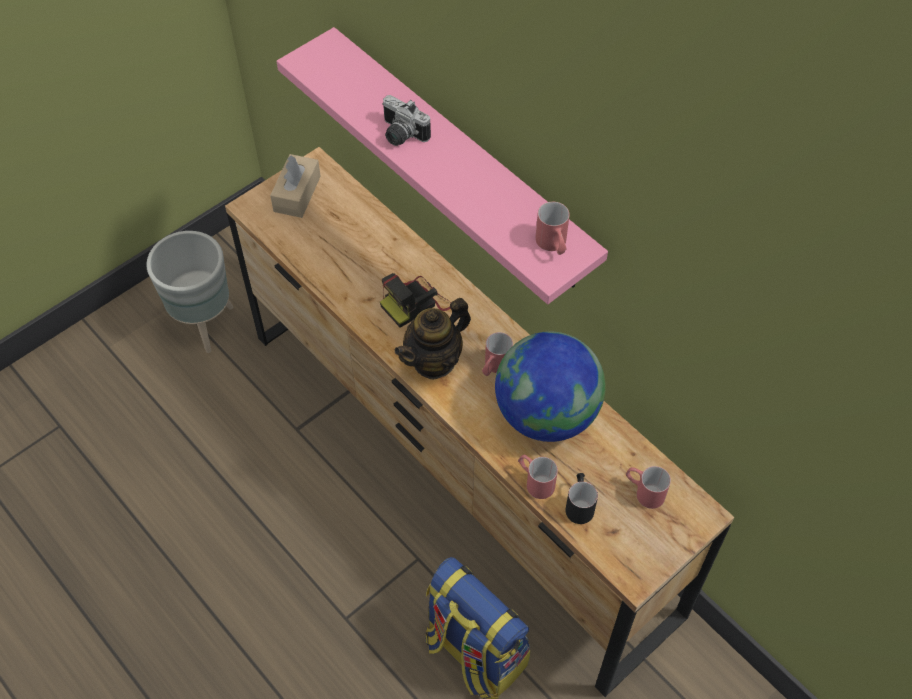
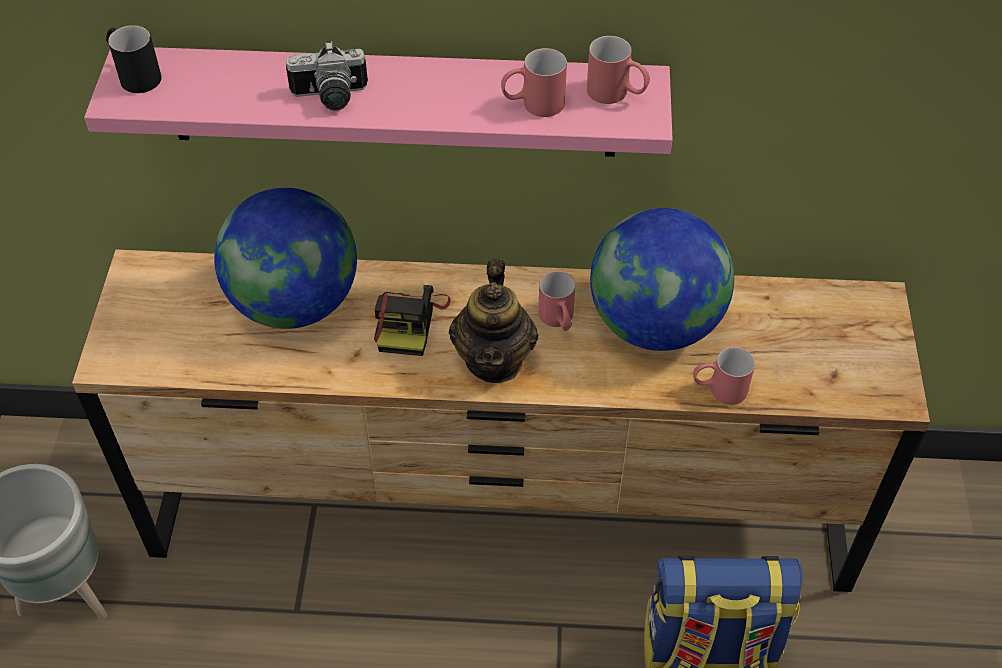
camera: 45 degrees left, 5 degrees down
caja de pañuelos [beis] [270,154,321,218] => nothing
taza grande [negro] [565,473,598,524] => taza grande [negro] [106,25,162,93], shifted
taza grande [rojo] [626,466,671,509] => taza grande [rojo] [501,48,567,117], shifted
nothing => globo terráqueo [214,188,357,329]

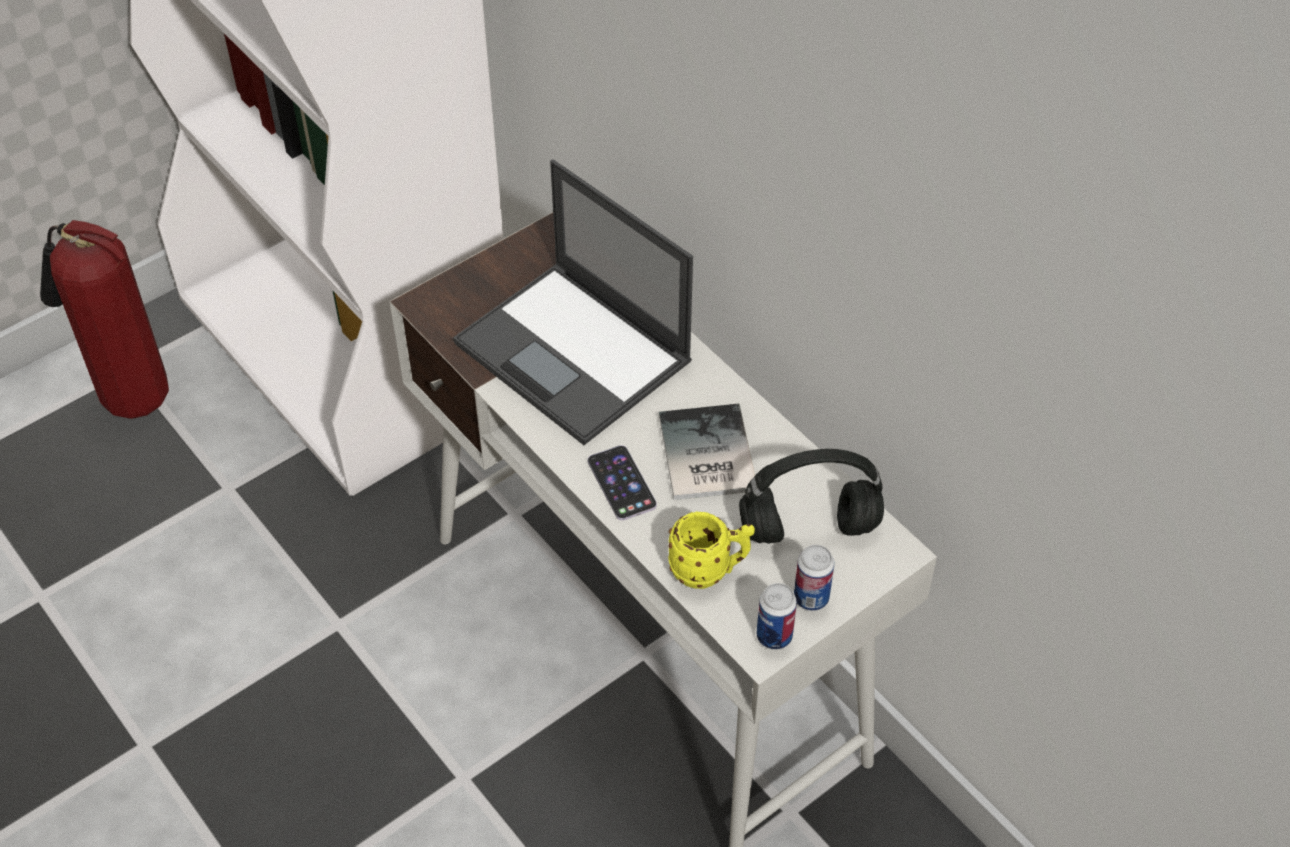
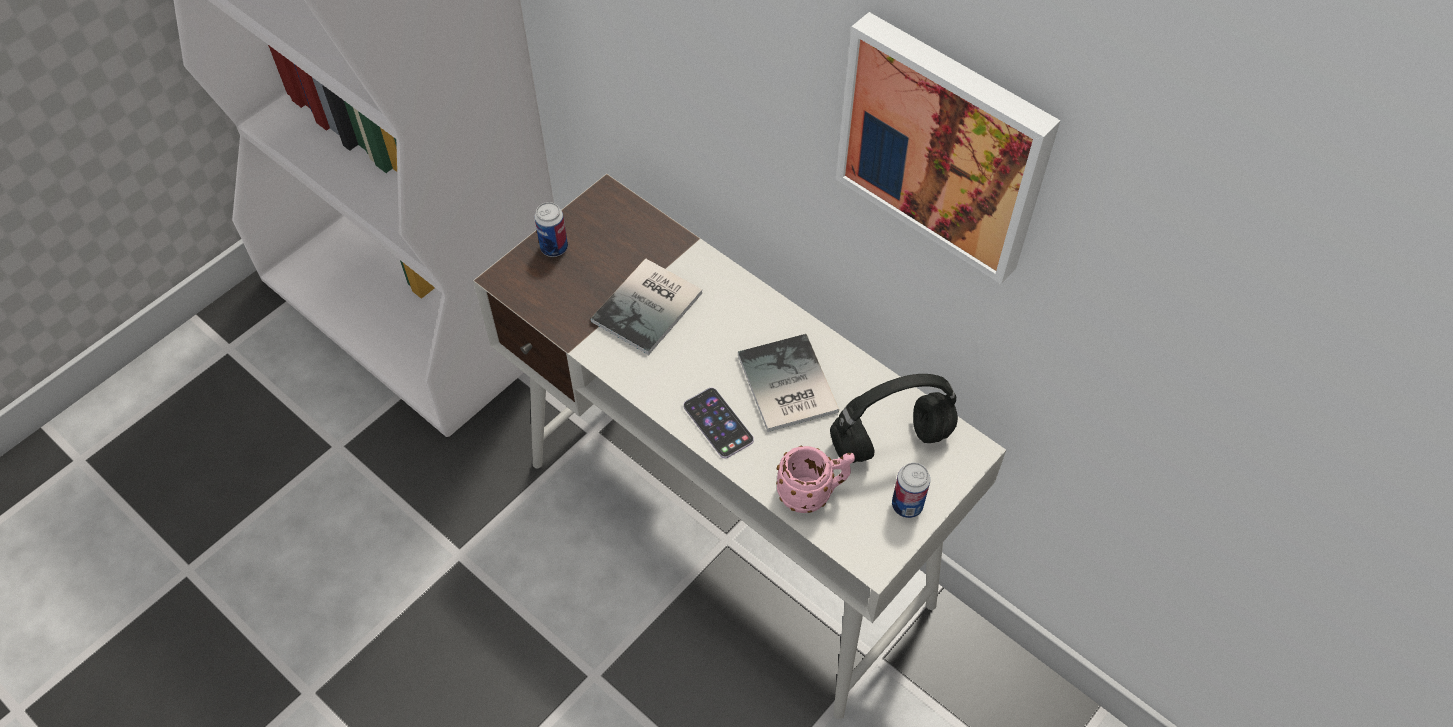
camera: 10 degrees left, 5 degrees up
extintor [40,220,169,419] => nothing
portátil [453,160,693,445] => libro [590,258,702,355]
taza grande [amarillo] [668,512,755,589] => taza grande [rosa] [776,446,855,513]
lata [756,583,797,650] => lata [534,202,568,257], shifted
nothing => cuadro [836,12,1061,284]

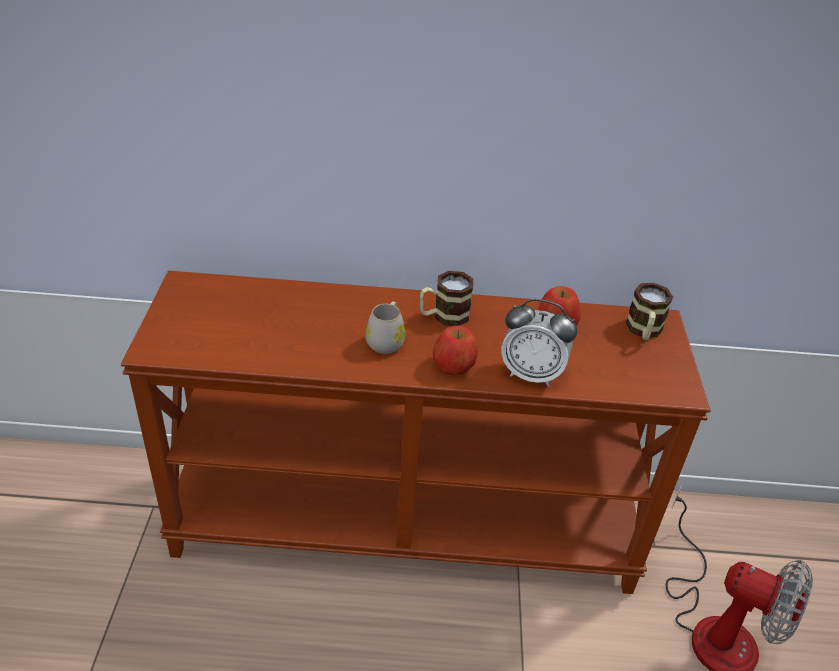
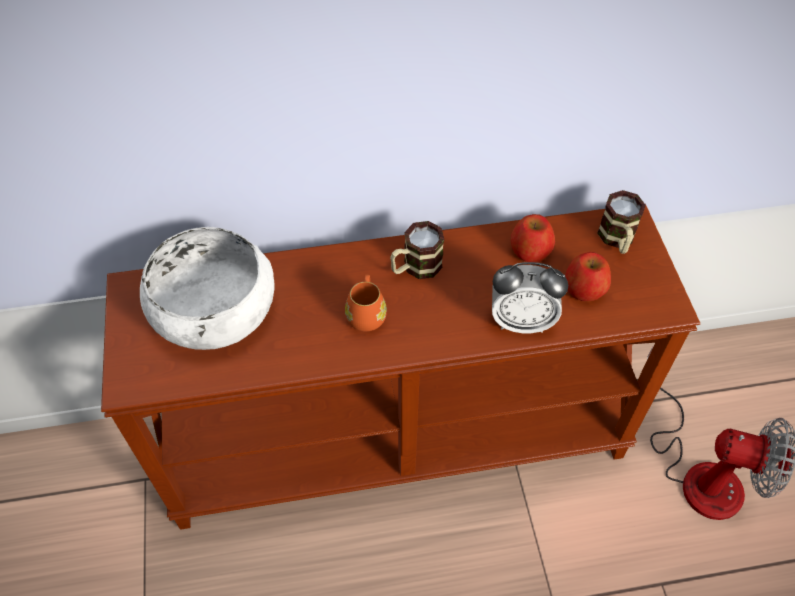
camera: 10 degrees left, 15 degrees up
taza grande [blanco] [365,301,405,354] => taza grande [naranja] [345,274,387,331]
manzana [433,326,478,376] => manzana [565,252,611,301], shifted
nothing => cuenco [blanco] [140,227,274,350]

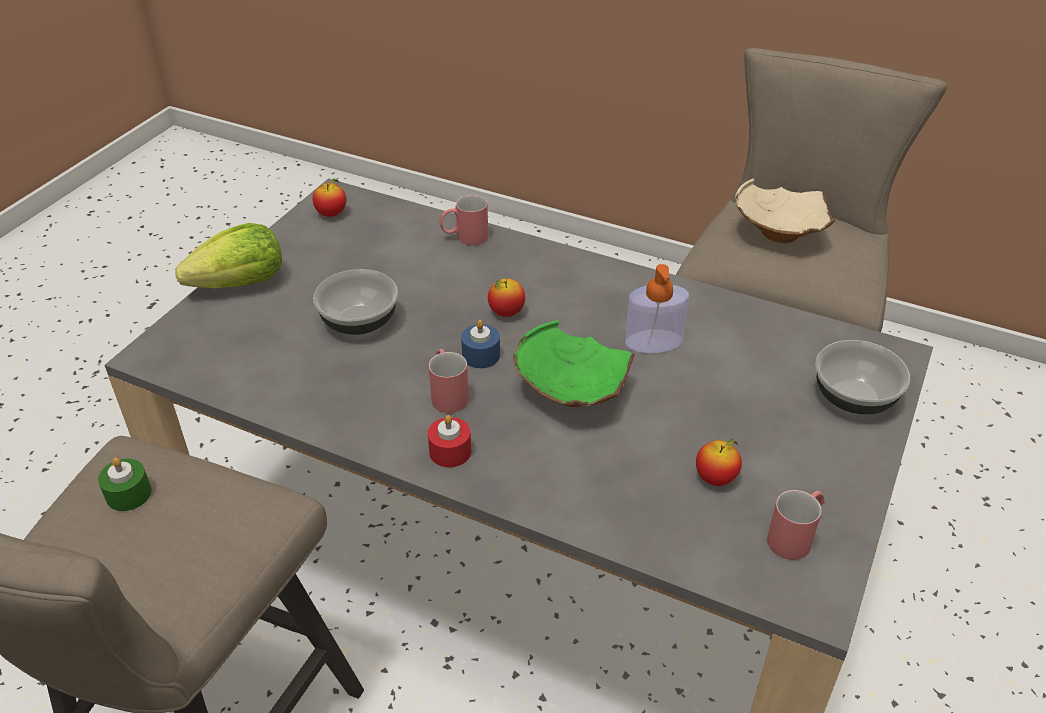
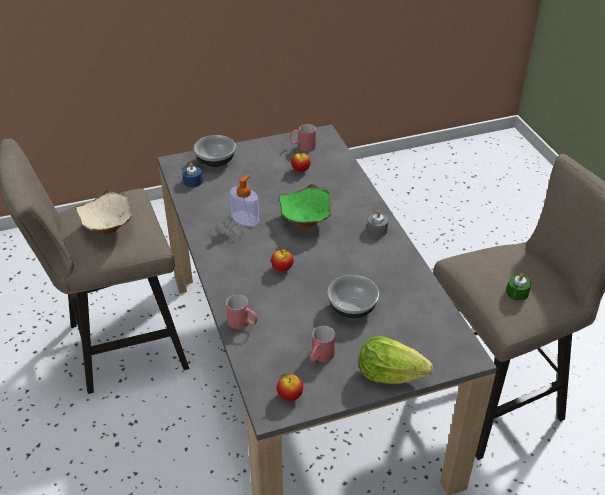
camera: 135 degrees left, 0 degrees up
vela [rojo] [428,415,471,467] => vela [gris] [367,211,388,237]
taza grande [rojo] [429,349,469,413] => taza grande [rojo] [310,326,335,363], shifted
vela [azul] [461,320,500,368] => vela [azul] [182,163,202,188], shifted

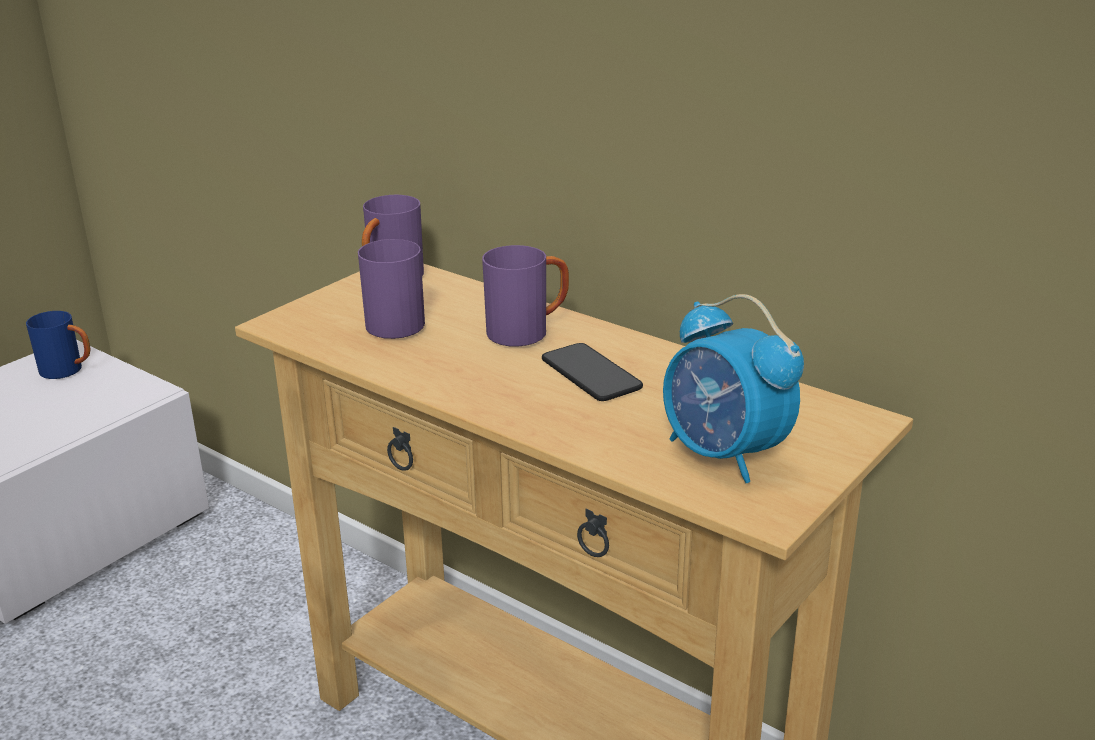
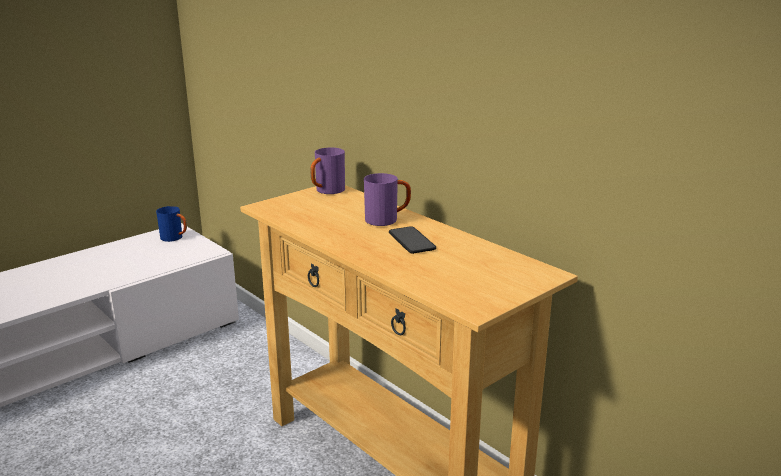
camera: 10 degrees right, 5 degrees down
taza grande [morado] [358,239,425,339] => nothing
despertador [663,294,804,483] => nothing

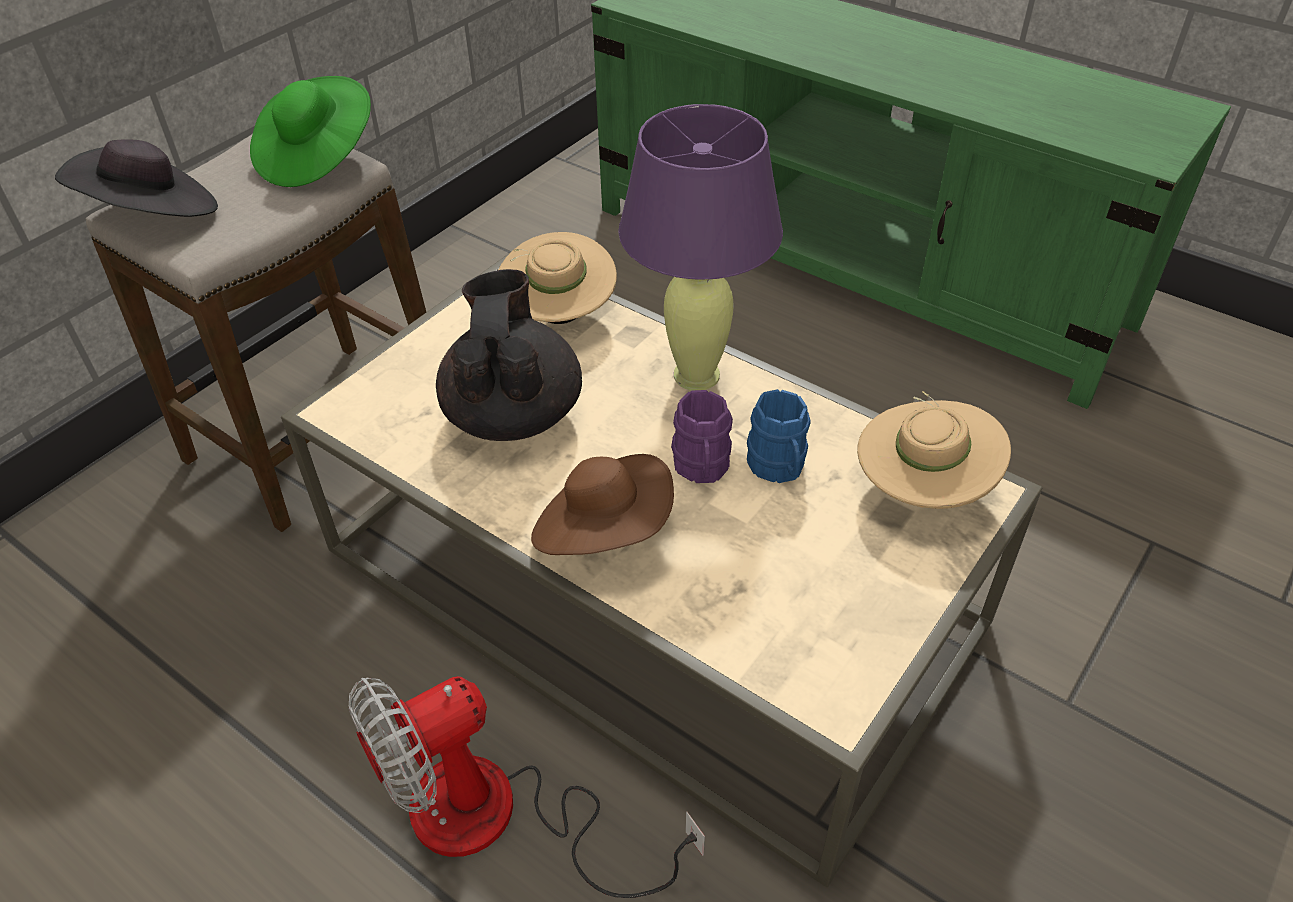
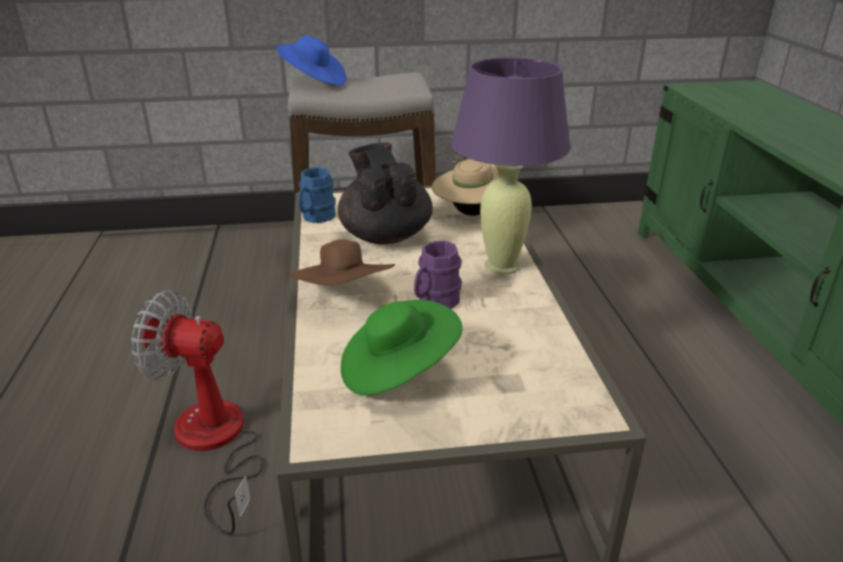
camera: 45 degrees right, 15 degrees down
sombrero [negro] [55,139,218,217] => sombrero [azul] [276,36,346,86]
sombrero [verde] [250,76,371,187] => sombrero [verde] [341,300,463,395], shifted
tetera [negro] [436,269,582,441] => tetera [negro] [338,143,433,244], 60 degrees counterclockwise
taza grande [azul] [747,389,811,483] => taza grande [azul] [298,167,336,223], shifted
sombrero [beis] [857,391,1011,509] => nothing

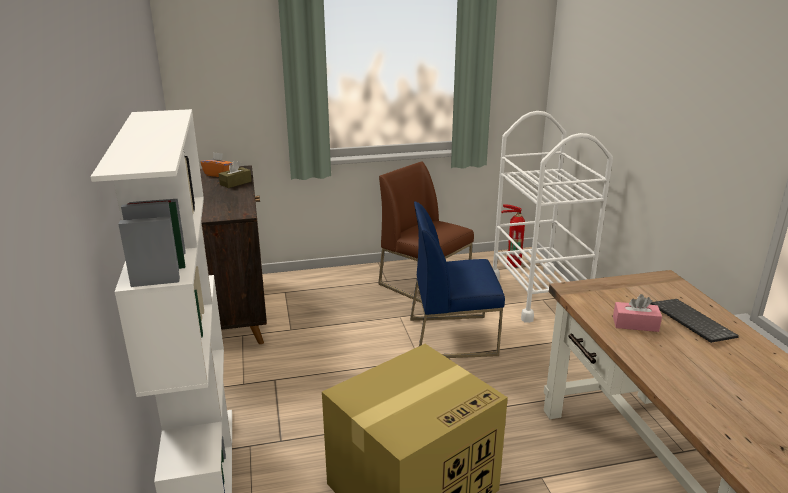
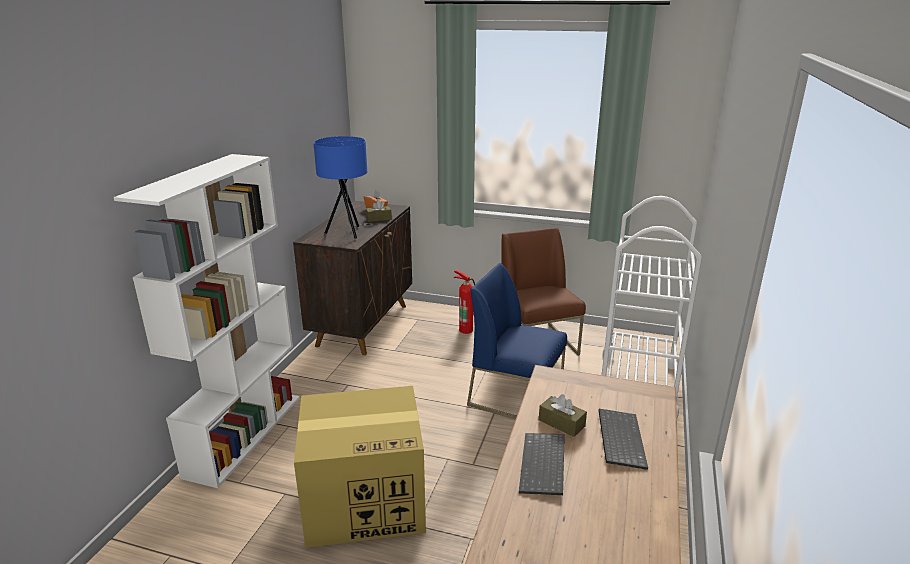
camera: 30 degrees right, 0 degrees up
extintor [501,204,525,267] => extintor [454,270,475,334], shifted
caja de pañuelos [rosa] [613,294,662,332] => caja de pañuelos [marrón] [539,394,587,437]
nothing => lámpara de mesa [azul] [313,136,373,239]
nothing => teclado [519,433,565,495]

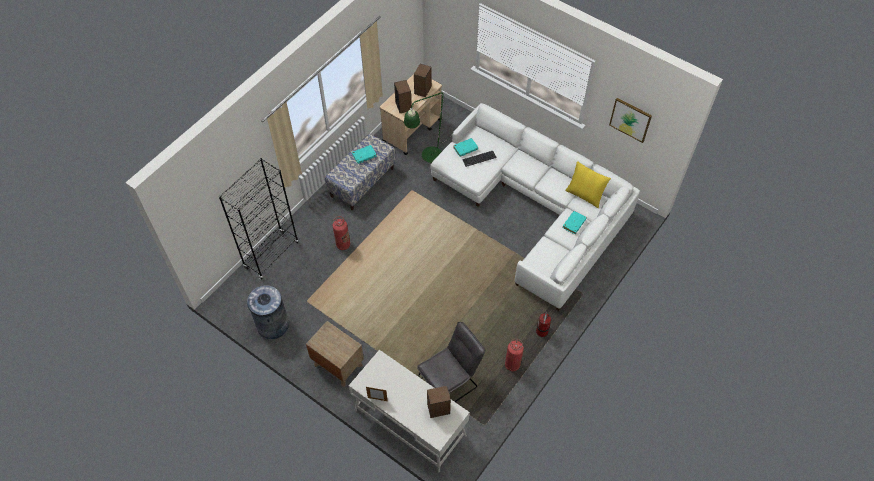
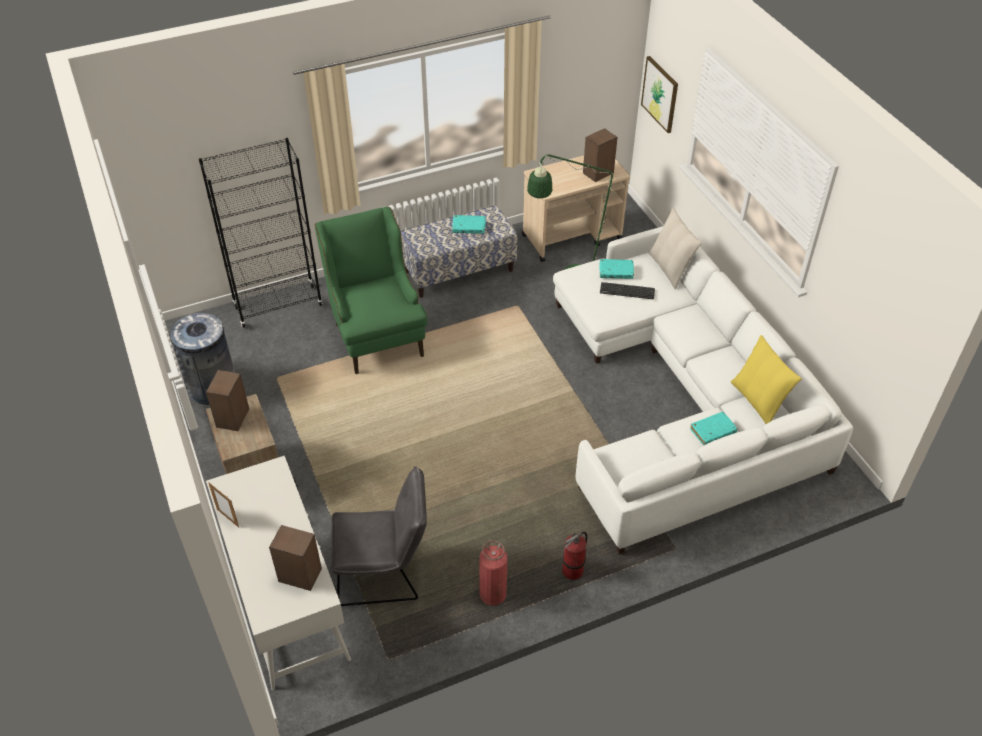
camera: 30 degrees right, 10 degrees down
extintor [333,216,350,250] => sillón [verde] [315,207,428,374]
altavoz [394,80,412,113] => altavoz [206,370,249,431], shifted
cuadro [609,98,652,143] => cuadro [641,56,678,133], shifted
nothing => cojín [beis] [648,208,702,289]

